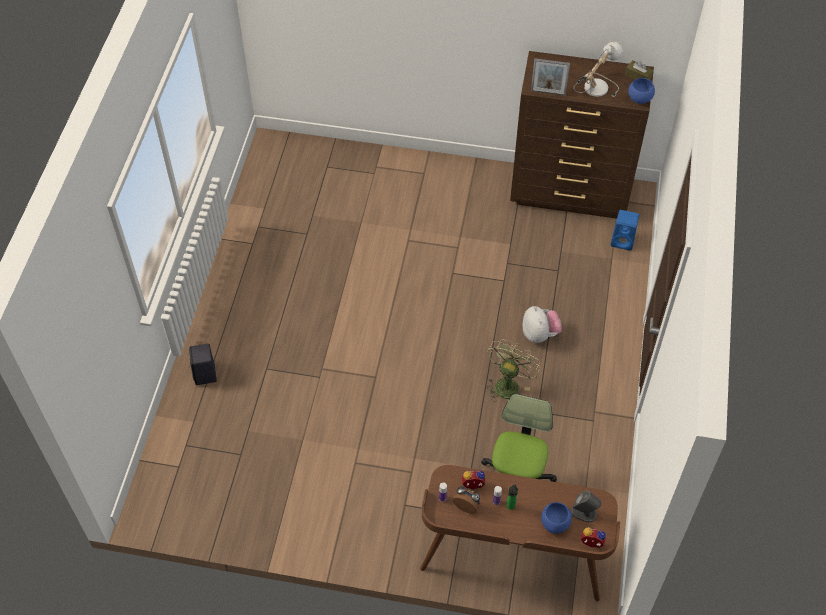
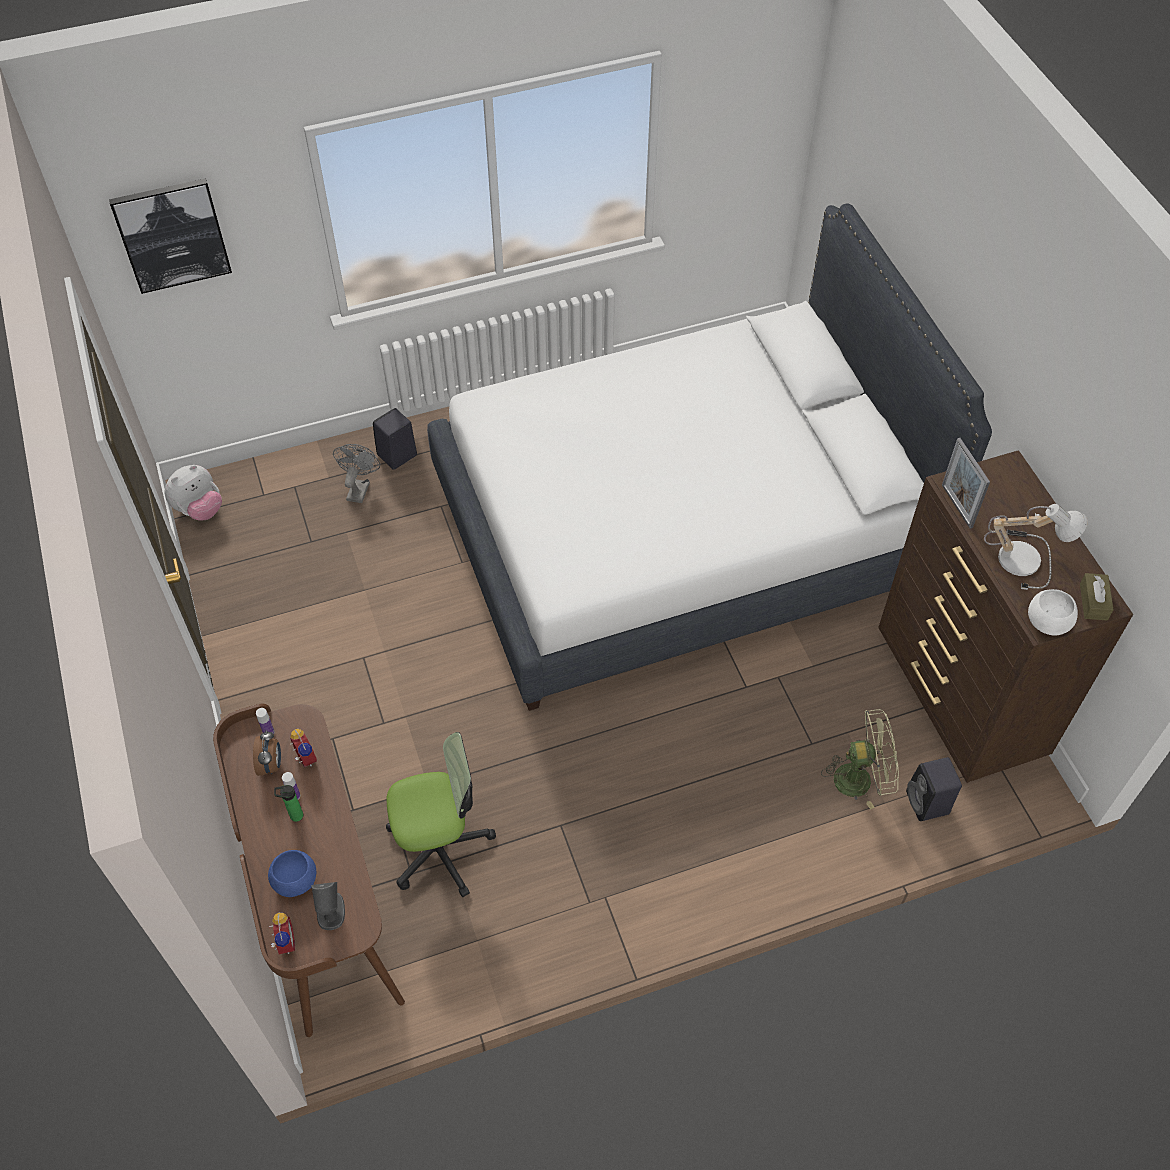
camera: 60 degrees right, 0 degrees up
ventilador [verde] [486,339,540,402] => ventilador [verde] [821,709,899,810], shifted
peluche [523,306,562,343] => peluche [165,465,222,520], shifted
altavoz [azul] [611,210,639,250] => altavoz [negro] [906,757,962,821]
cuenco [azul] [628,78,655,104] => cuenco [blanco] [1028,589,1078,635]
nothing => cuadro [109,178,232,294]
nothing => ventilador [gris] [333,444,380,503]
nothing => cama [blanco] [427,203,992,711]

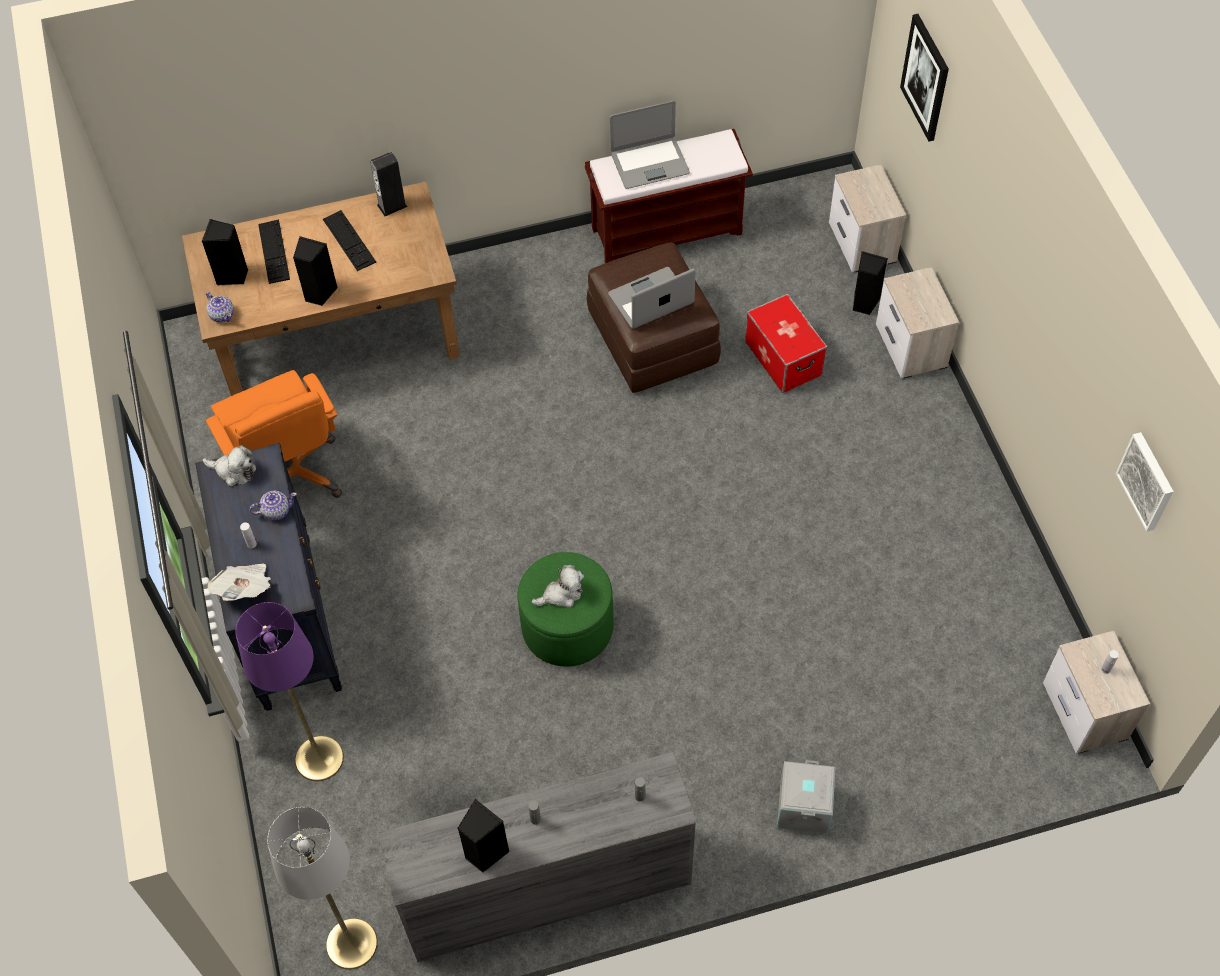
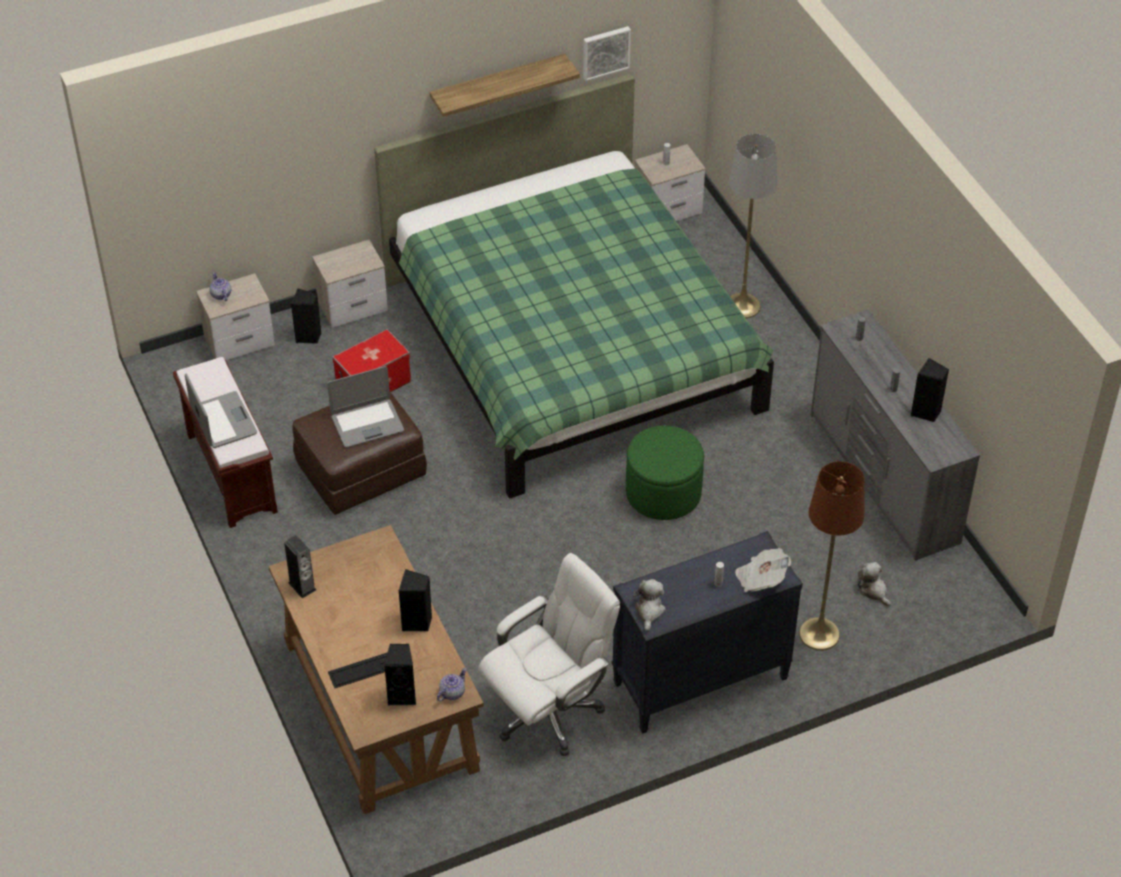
camera: 100 degrees left, 10 degrees down
silla de oficina [naranja] [206,370,342,498] => silla de oficina [blanco] [478,553,620,756]
lámpara de pie [morado] [235,602,344,782] => lámpara de pie [marrón] [799,461,865,651]
tetera [249,491,297,521] => tetera [209,272,231,301], shifted
lámpara de pie [gris] [267,807,378,970] => lámpara de pie [gris] [729,134,777,319], shifted
teclado [323,210,376,271] => nothing
peluche [531,565,584,608] => peluche [857,562,891,606], shifted
portátil [608,267,696,329] => portátil [327,366,404,448], 75 degrees counterclockwise
caja de almacenaje [gris] [777,760,836,834] => nothing
cuadro [900,14,949,142] => nothing
nothing => cama [verde] [374,74,774,498]
nothing => estante [430,54,580,117]

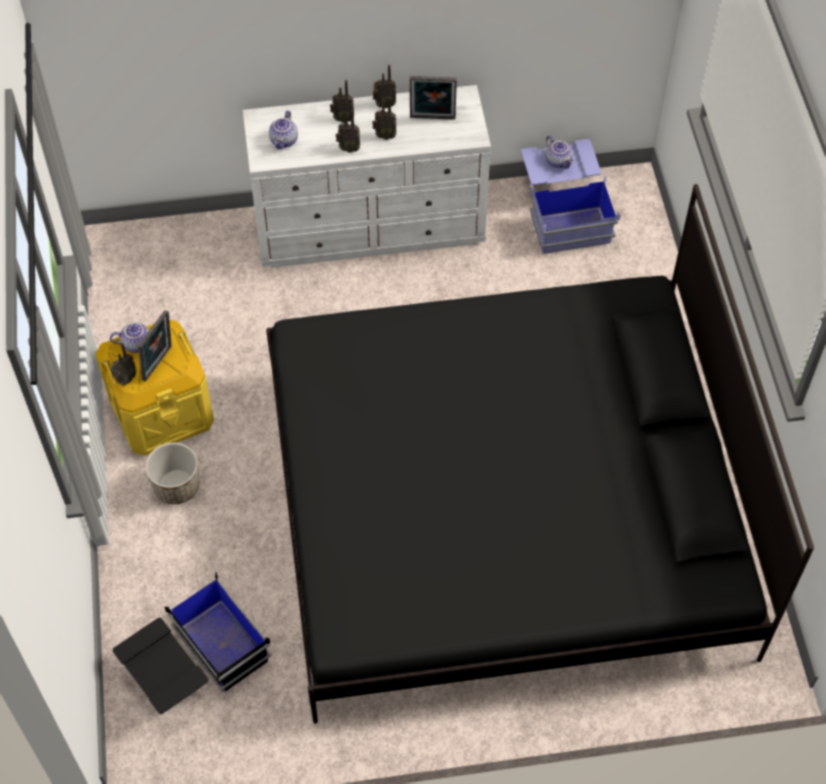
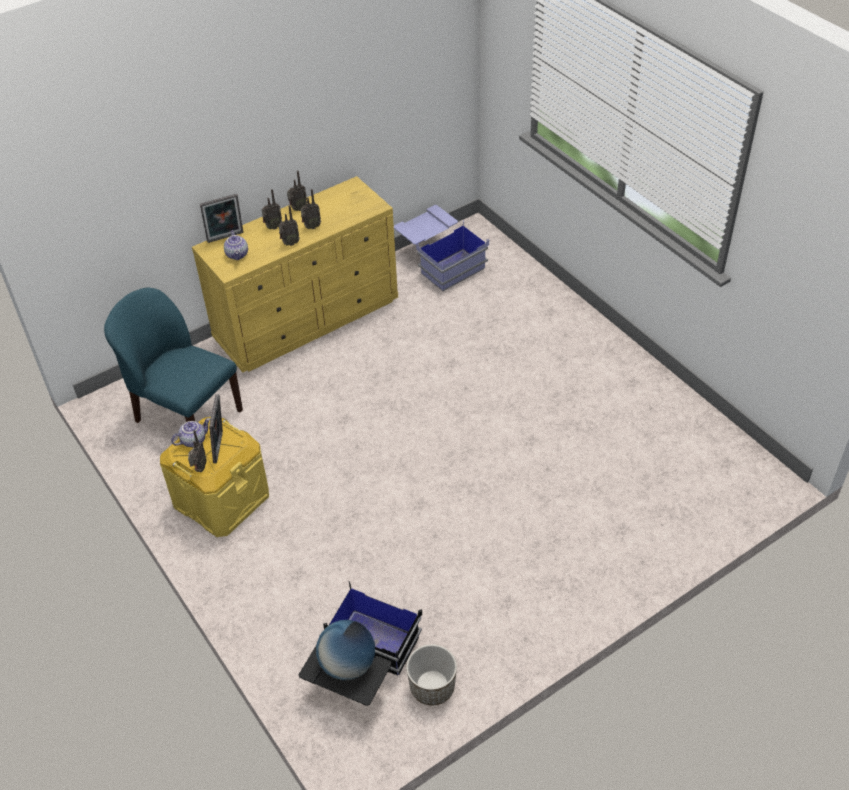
camera: 25 degrees left, 10 degrees down
maceta [145,443,200,504] => maceta [406,644,457,705], shifted
cómoda [blanco] [243,85,491,268] => cómoda [amarillo] [192,176,398,373]
cama [negro] [266,184,814,724] => nothing
portarretratos [410,76,457,120] => portarretratos [200,194,243,243], shifted
tetera [546,136,573,169] => nothing
nothing => silla [azul] [104,288,243,423]
nothing => globo terráqueo [316,620,375,680]

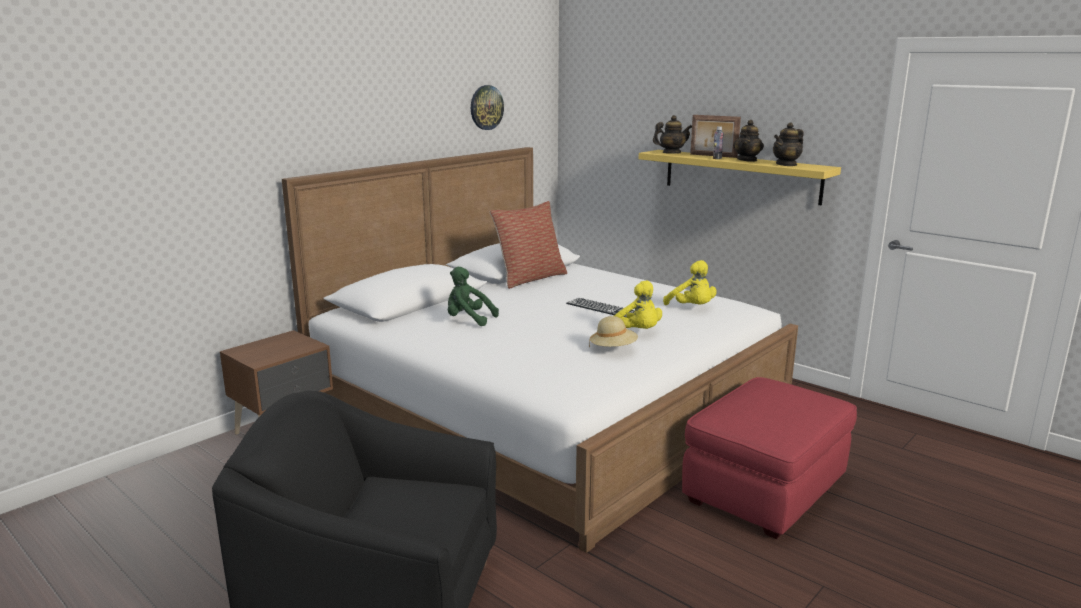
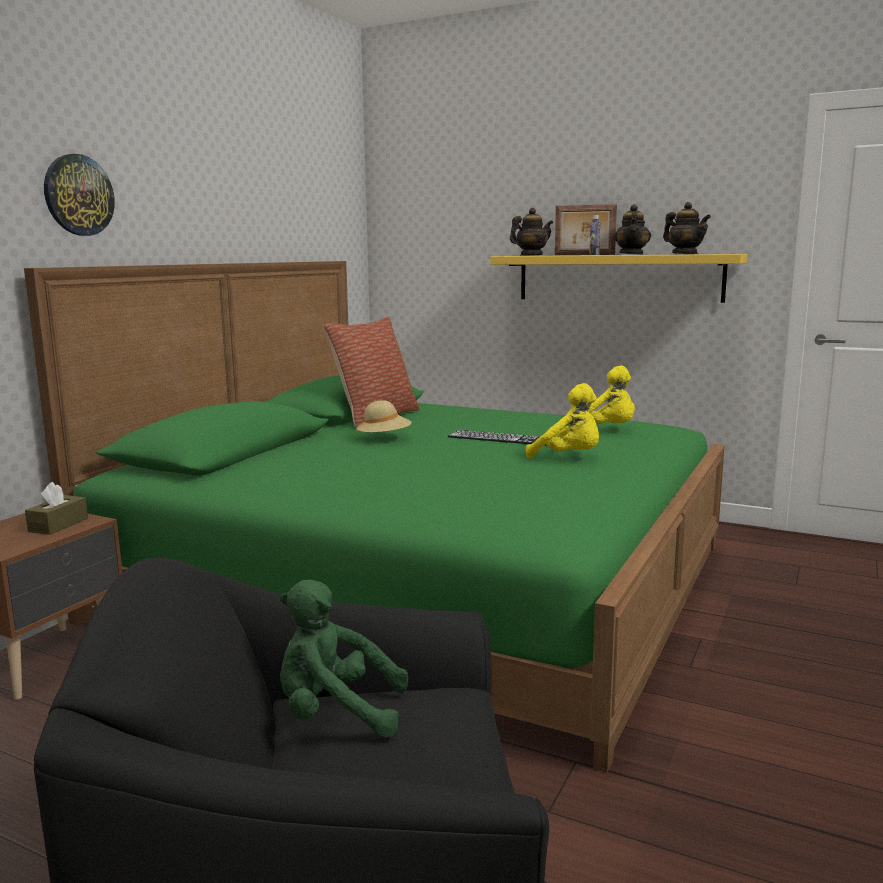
camera: 15 degrees left, 5 degrees down
cama [blanco] [282,147,798,553] => cama [verde] [24,261,725,772]
peluche [verde] [448,267,499,326] => peluche [verde] [280,580,408,738], shifted
reloj de pared [471,85,504,130] => reloj de pared [44,154,115,236], shifted
sombrero [beis] [589,316,638,348] => sombrero [beis] [356,400,412,439], shifted
puf [rojo] [682,377,857,539] => nothing
tetera [773,122,804,166] => tetera [663,202,711,254], 75 degrees counterclockwise
nothing => caja de pañuelos [marrón] [25,482,88,535]

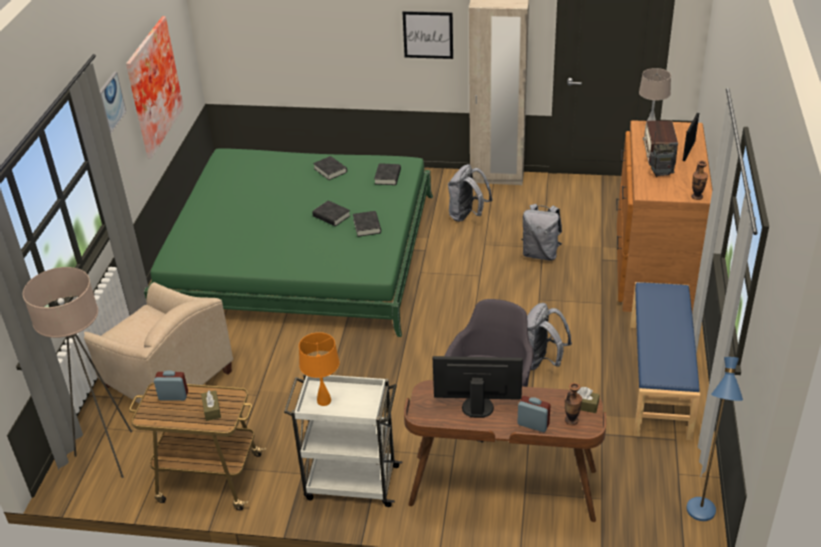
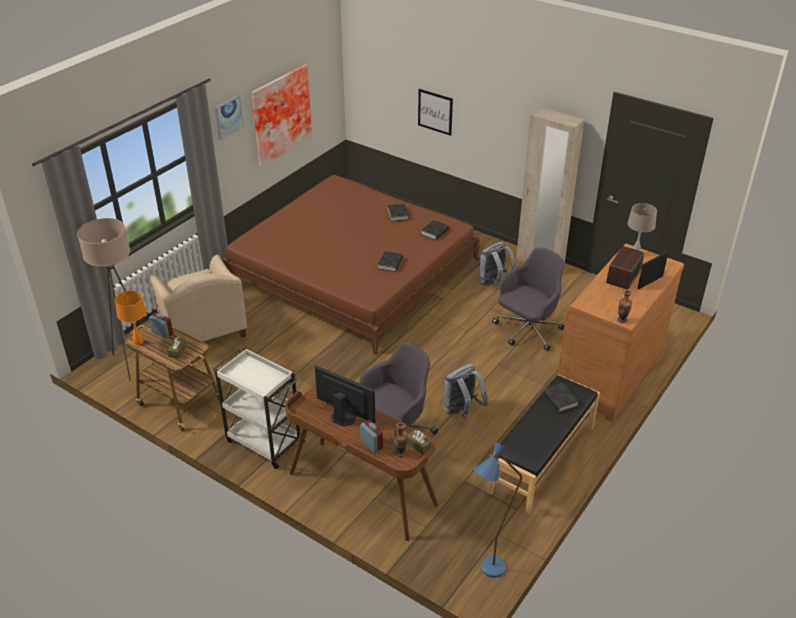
camera: 25 degrees right, 0 degrees up
cama [verde] [144,148,433,337] => cama [marrón] [221,175,480,355]
lámpara de mesa [naranja] [299,332,340,406] => lámpara de mesa [naranja] [115,290,146,345], shifted
libro [negro] [312,200,351,226] => libro [negro] [543,383,579,412], shifted
cuadro [403,11,453,59] => cuadro [418,89,453,136], shifted
mochila [gris] [522,204,562,260] => silla de oficina [gris] [492,248,565,351]
banco [azul] [630,282,700,441] => banco [negro] [487,375,600,515]
radio [649,131,678,177] => nothing

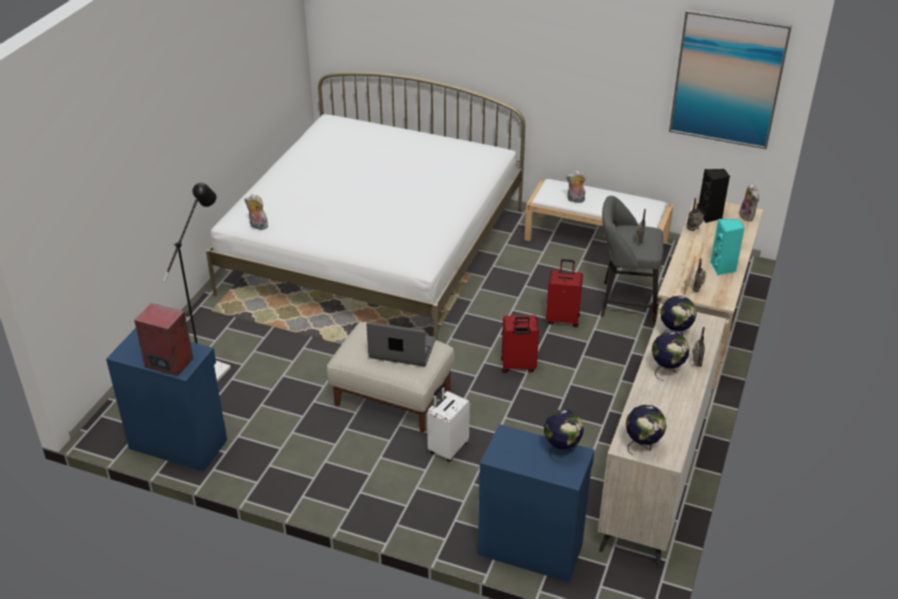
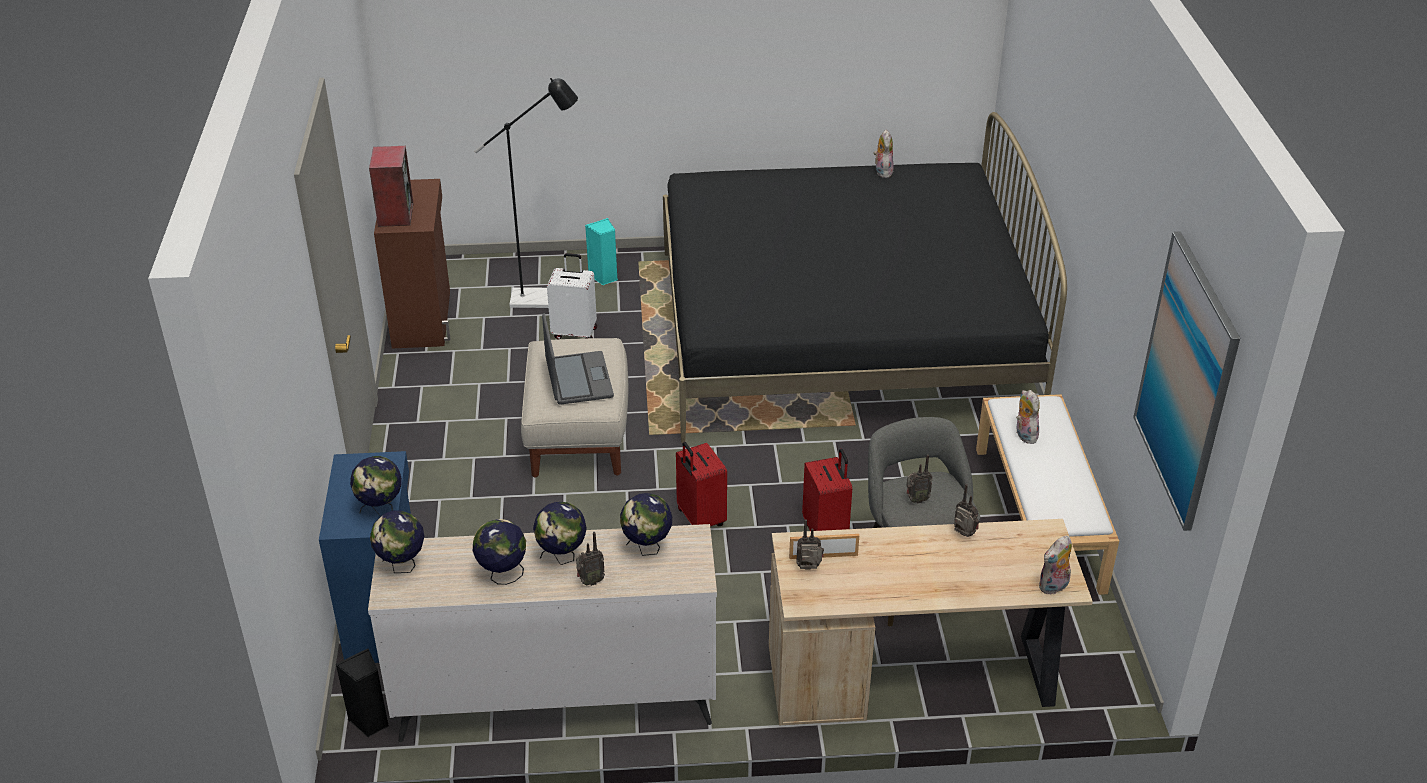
camera: 65 degrees right, 0 degrees up
armario [azul] [106,328,227,472] => armario [marrón] [374,179,451,348]
cama [blanco] [206,72,525,341] => cama [negro] [663,112,1067,443]
peluche [245,194,271,231] => peluche [874,130,894,178], shifted
maleta [blanco] [427,384,470,462] => maleta [blanco] [547,253,597,339], shifted
altavoz [negro] [698,169,730,223] => altavoz [negro] [336,649,389,738], shifted
altavoz [turquesa] [710,219,745,276] => altavoz [turquesa] [585,218,617,285], shifted
nothing => globo terráqueo [473,519,526,585]

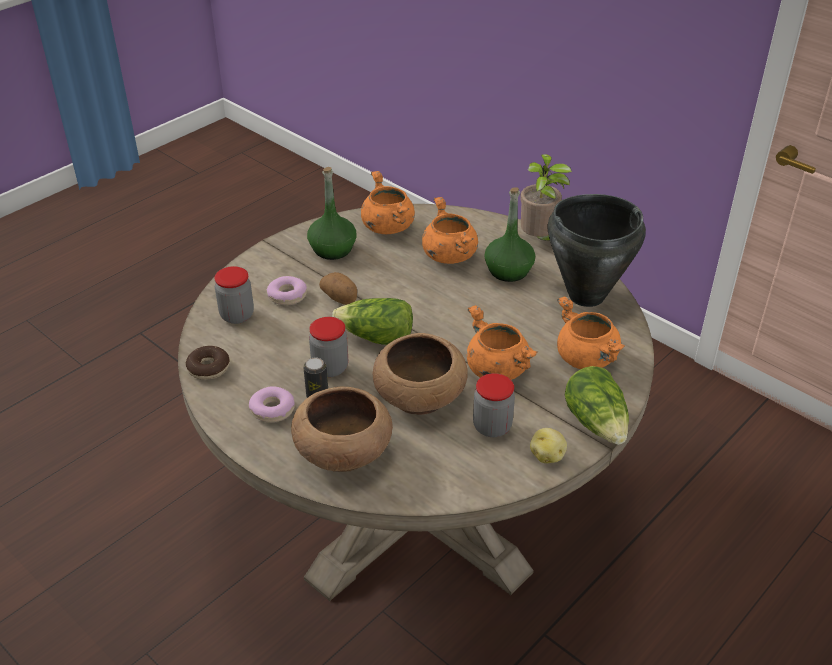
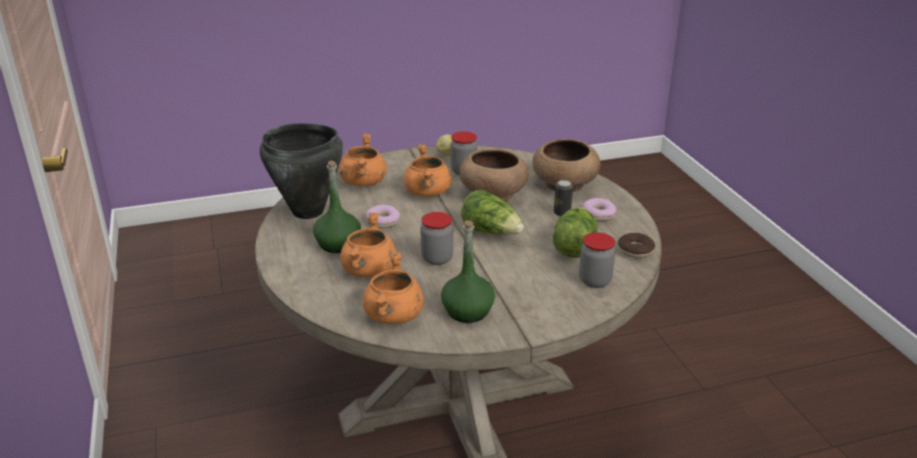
camera: 150 degrees left, 10 degrees down
rosquilla [267,276,307,305] => rosquilla [366,205,400,228], shifted
tarro [309,317,348,377] => tarro [420,212,453,265], shifted
patata [319,272,357,305] => nothing
planta en maceta [520,154,572,241] => nothing
lechuga [565,366,629,445] => lechuga [553,207,598,258], shifted

